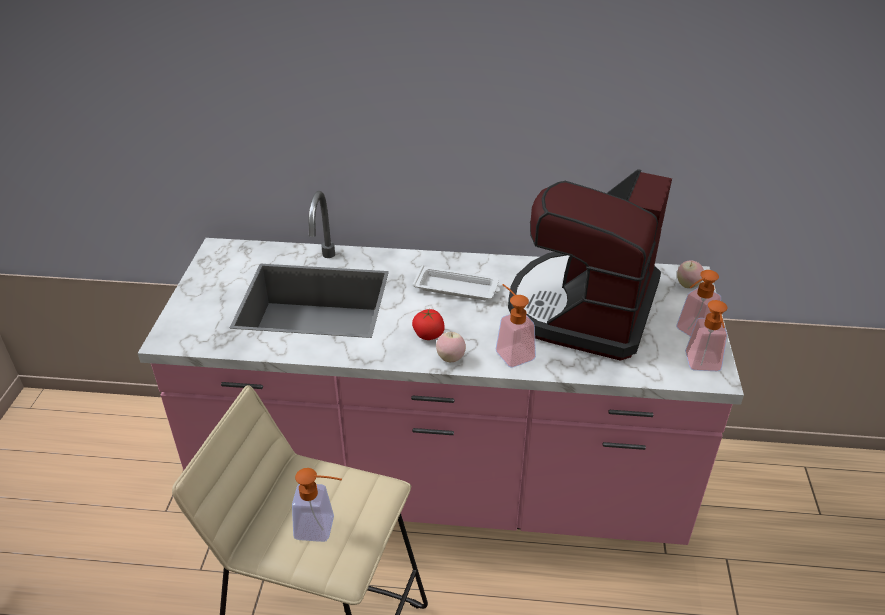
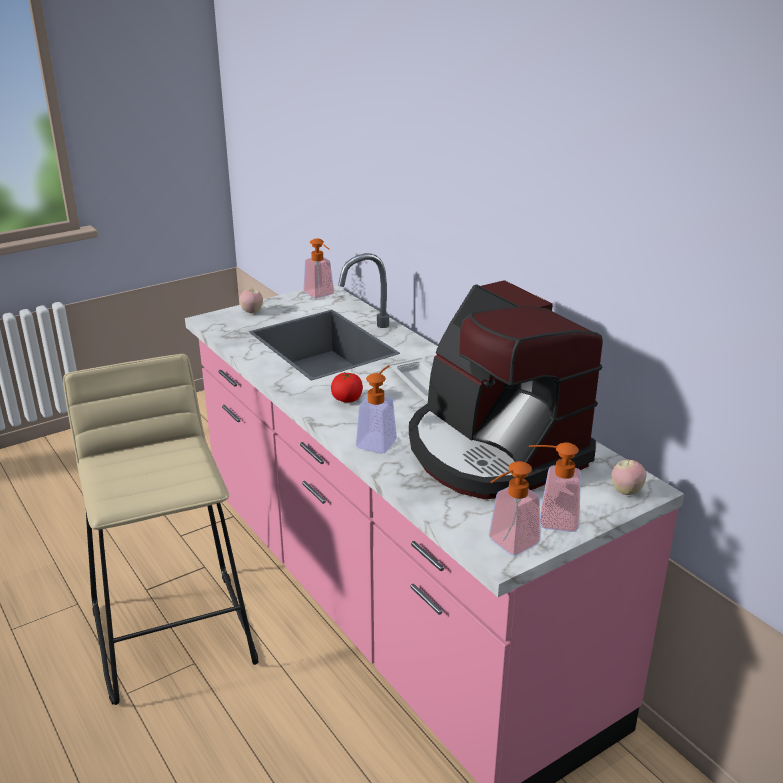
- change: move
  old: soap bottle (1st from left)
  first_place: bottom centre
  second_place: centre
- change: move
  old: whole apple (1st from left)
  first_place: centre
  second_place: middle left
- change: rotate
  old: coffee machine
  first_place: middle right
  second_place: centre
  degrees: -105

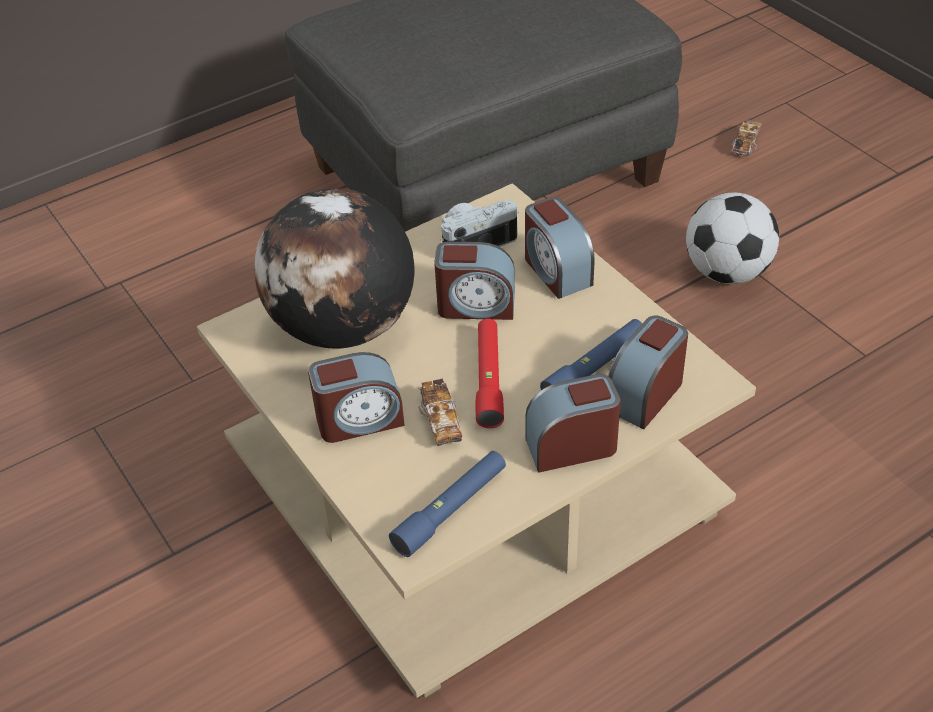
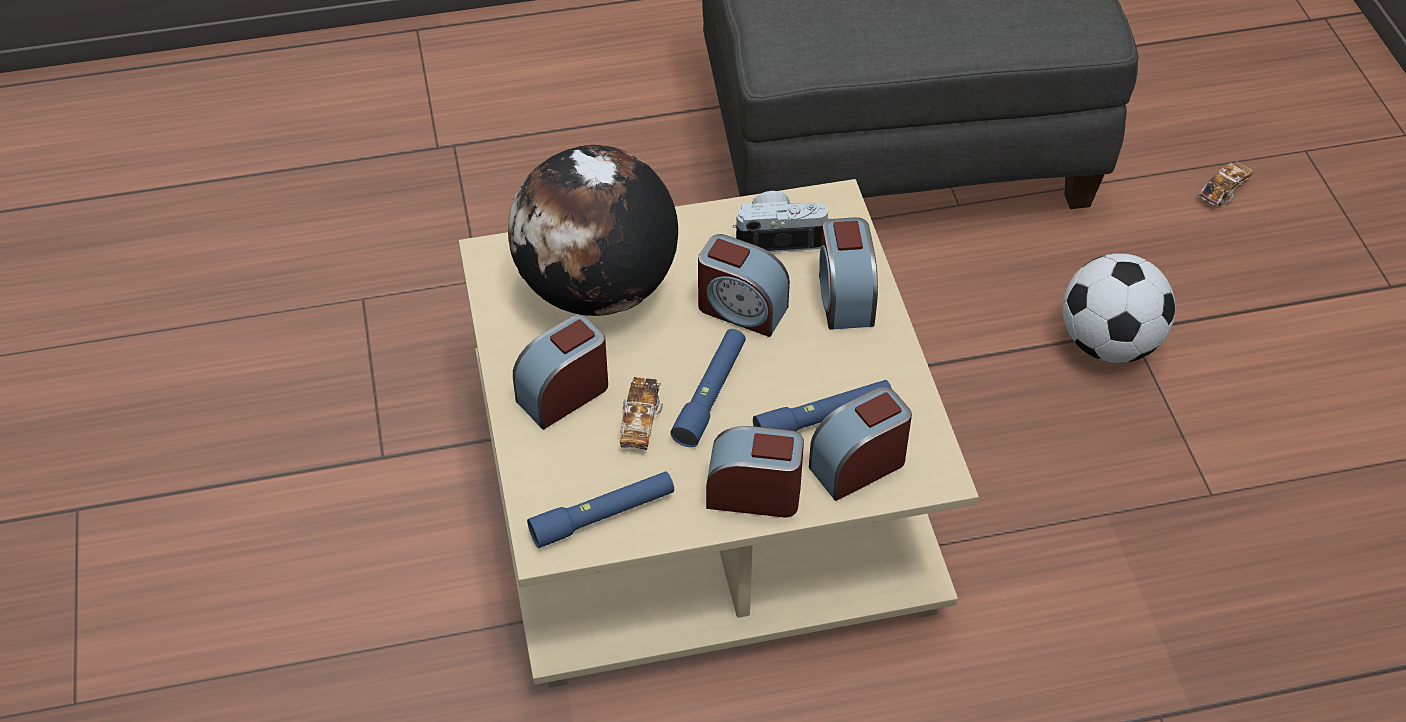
- change: recolor
  old: hand torch (red)
  new: hand torch (bluish) (2nd from left)
  first_place: centre
  second_place: centre
- change: rotate
  old: alarm clock (1st from left)
  first_place: centre
  second_place: centre
  degrees: 135

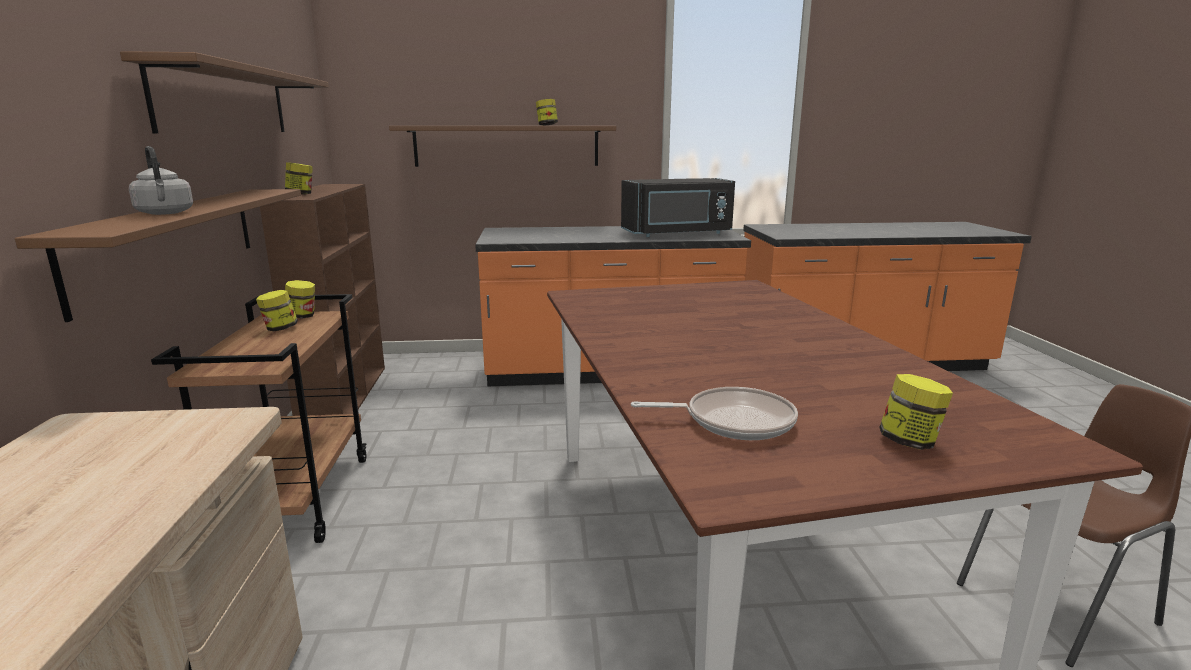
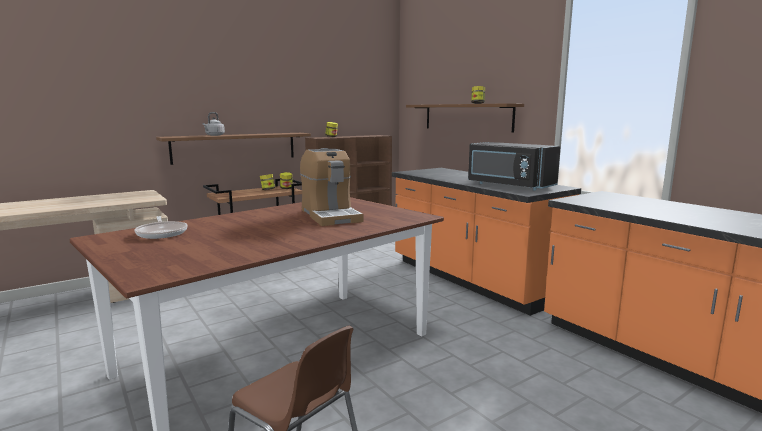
- change: delete
  old: shelf (brown) (2nd from left)
  first_place: top left
- change: delete
  old: jar (5th from left)
  first_place: middle right
- change: insert
  new: coffee machine
  second_place: centre

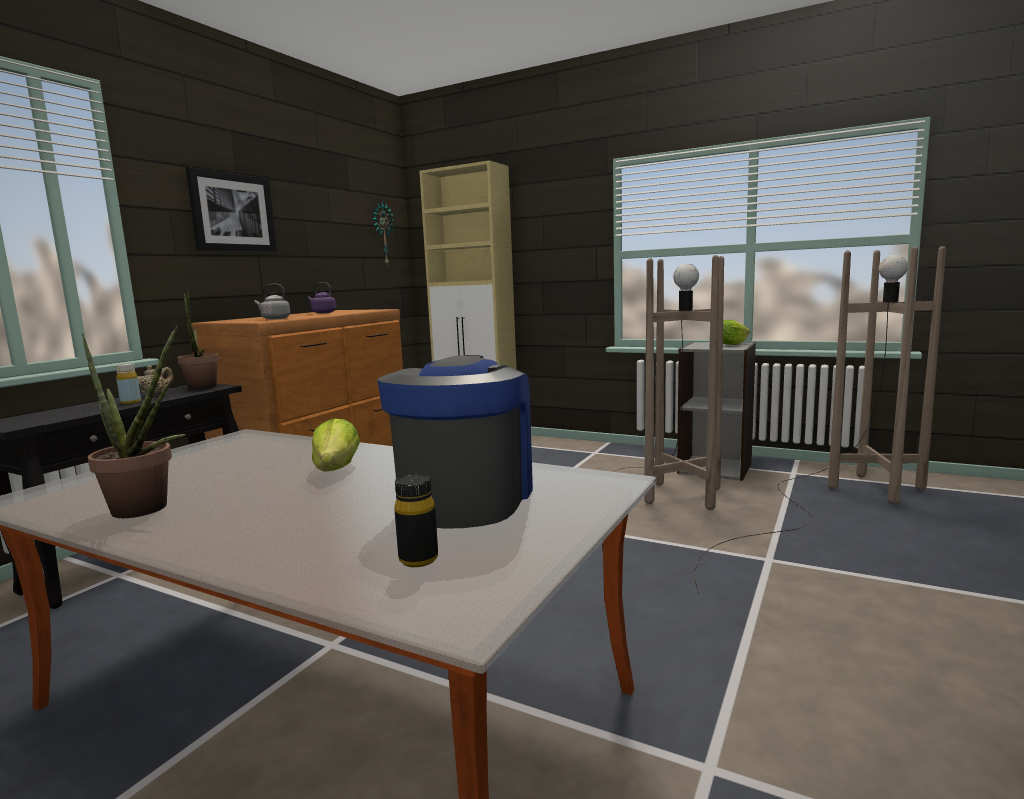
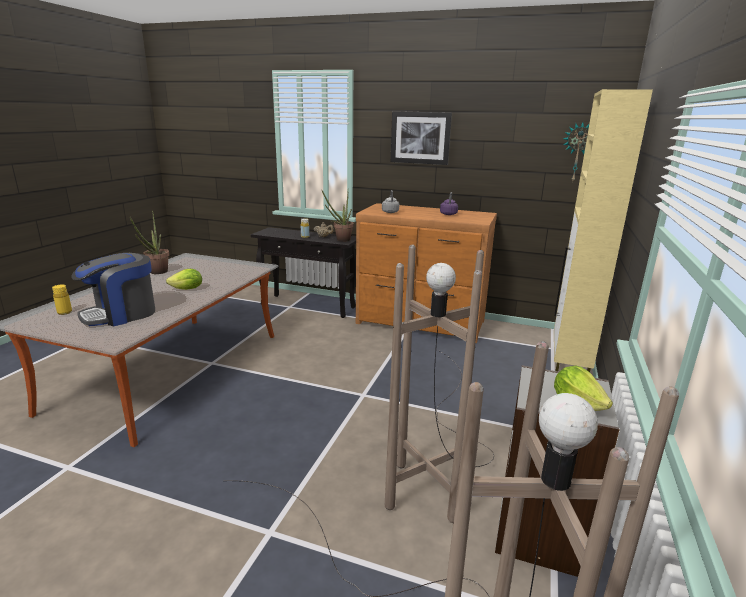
- change: recolor
  old: bottle (black)
  new: bottle (yellow) (1st from left)
  first_place: centre
  second_place: middle left
- change: rotate
  old: coffee machine
  first_place: centre
  second_place: middle left
  degrees: 135

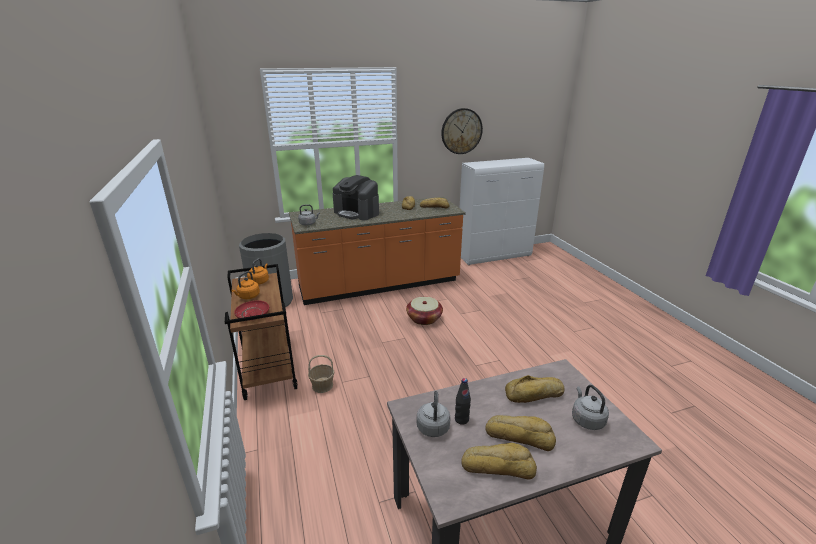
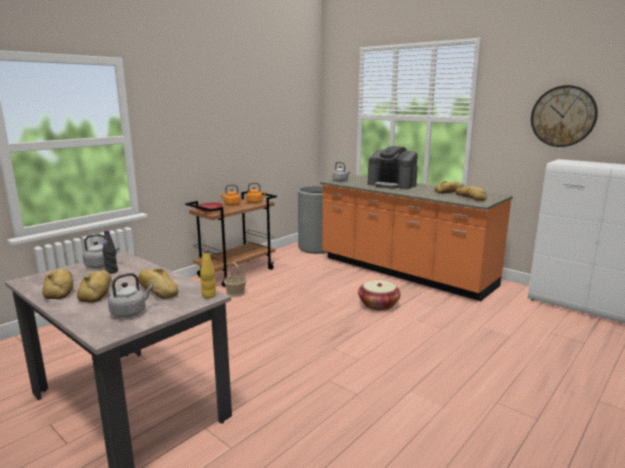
- change: insert
  new: bottle (yellow)
  second_place: middle left
- change: rotate
  old: coffee machine
  first_place: centre
  second_place: centre
  degrees: -60

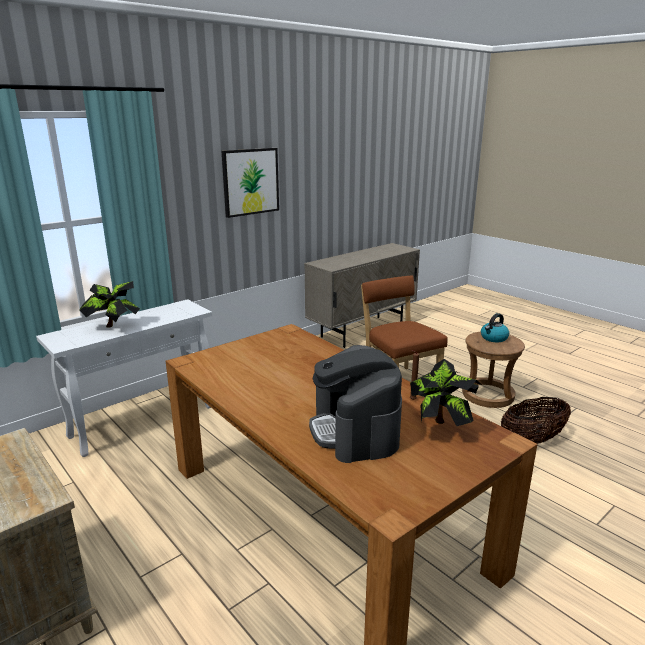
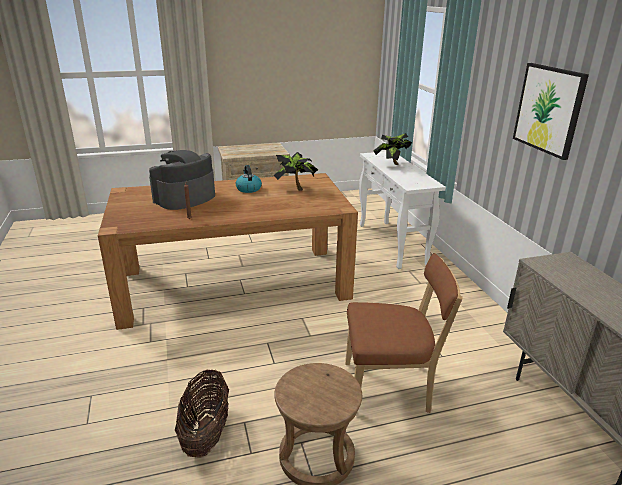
- change: move
  old: plant in a pot (2nd from left in the first image)
  new: plant in a pot (1st from left)
  first_place: middle right
  second_place: centre
- change: move
  old: water kettle
  first_place: middle right
  second_place: centre
- change: rotate
  old: coffee machine
  first_place: centre
  second_place: middle left
  degrees: -60

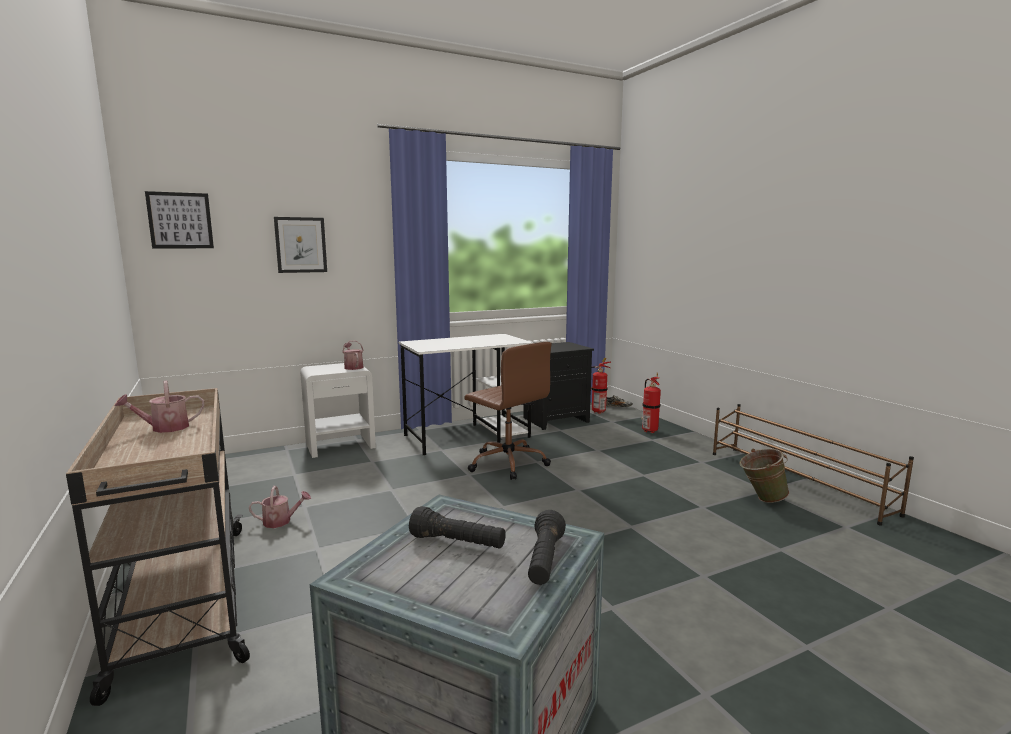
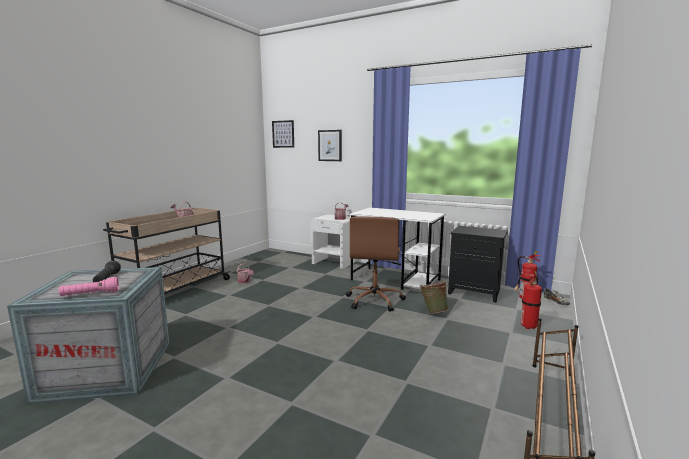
- change: move
  old: water bucket (greenish)
  first_place: middle right
  second_place: centre
- change: recolor
  old: hand torch (black) (2nd from left)
  new: hand torch (pink)
  first_place: bottom centre
  second_place: middle left

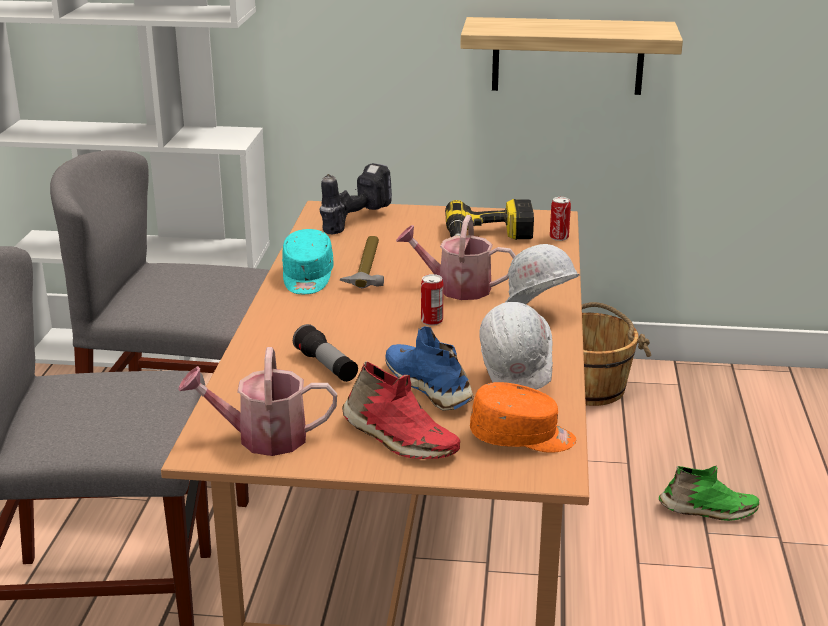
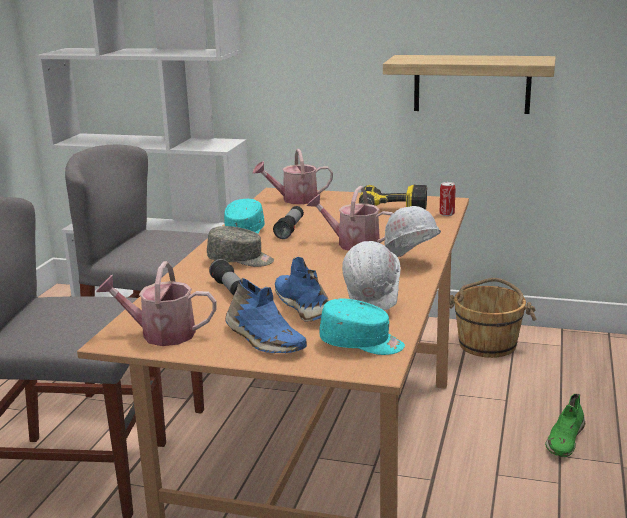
- change: delete
  old: can (1st from left)
  first_place: centre
- change: insert
  new: baseball cap (gray)
  second_place: centre
- change: replace
  old: electric drill (1st from left)
  new: watering can (2nd from left)
  first_place: top centre
  second_place: centre
- change: replace
  old: hand hammer
  new: hand torch (2nd from left)
  first_place: centre
  second_place: centre
- change: recolor
  old: low shoe (red)
  new: low shoe (bluish) (1st from left)
  first_place: centre
  second_place: centre
- change: recolor
  old: baseball cap (orange)
  new: baseball cap (blue-green) (2nd from left)
  first_place: centre
  second_place: centre
- change: rotate
  old: low shoe (greenish)
  first_place: bottom right
  second_place: bottom right
  degrees: 105

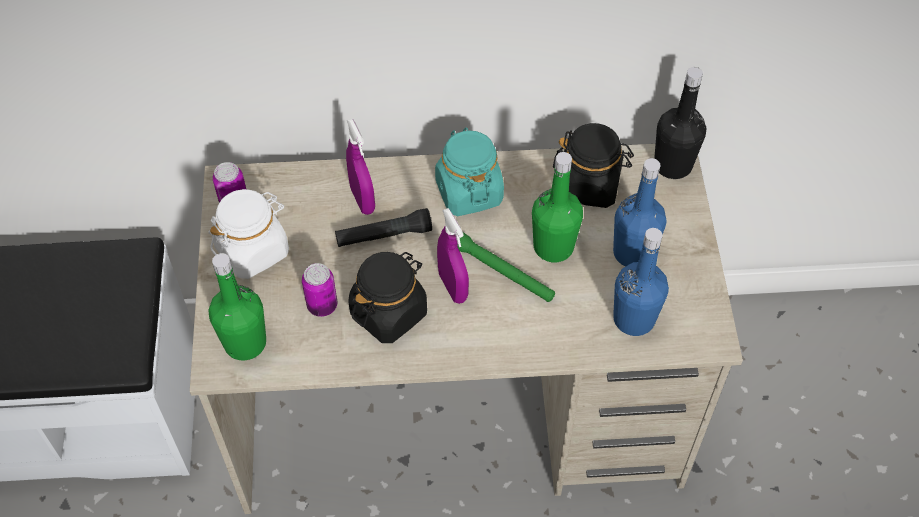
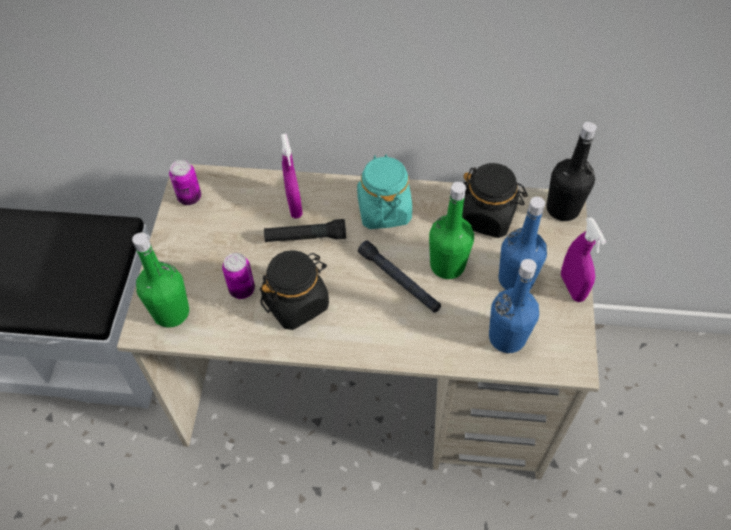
- change: delete
  old: jar (whitish)
  first_place: middle left
- change: move
  old: sprayer (purple) (2nd from left)
  first_place: centre
  second_place: middle right
- change: recolor
  old: hand torch (greenish)
  new: hand torch (black) (2nd from left)
  first_place: centre
  second_place: centre

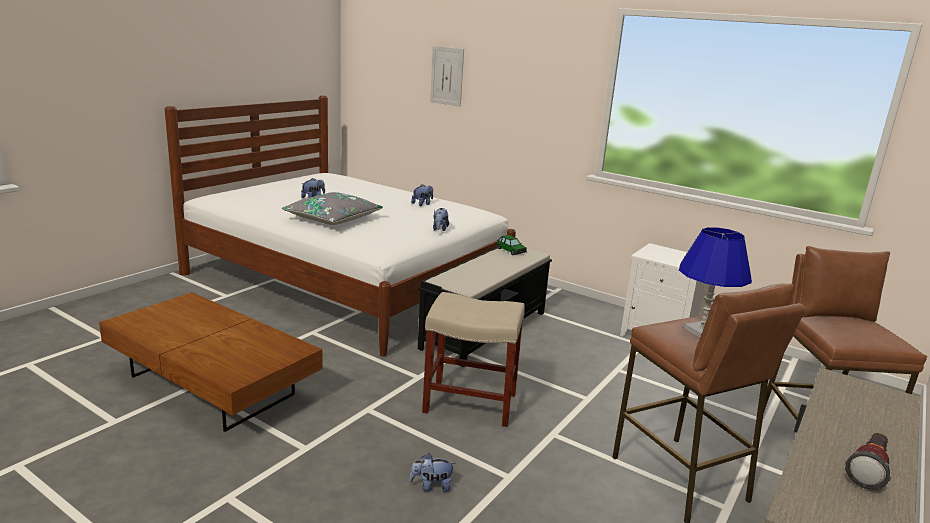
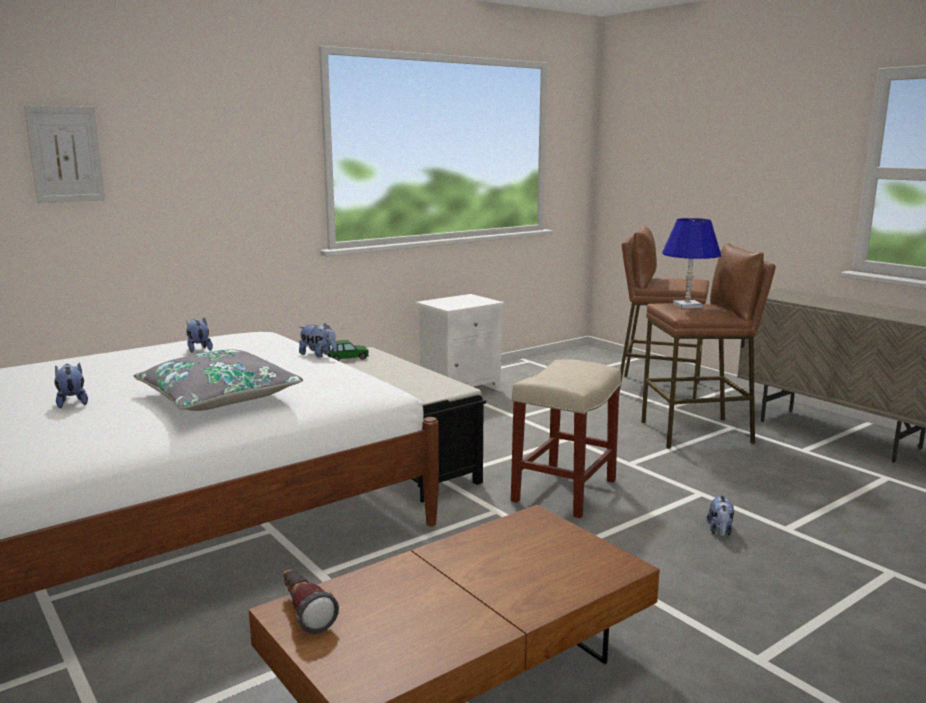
- change: move
  old: hand torch
  first_place: bottom right
  second_place: bottom centre

